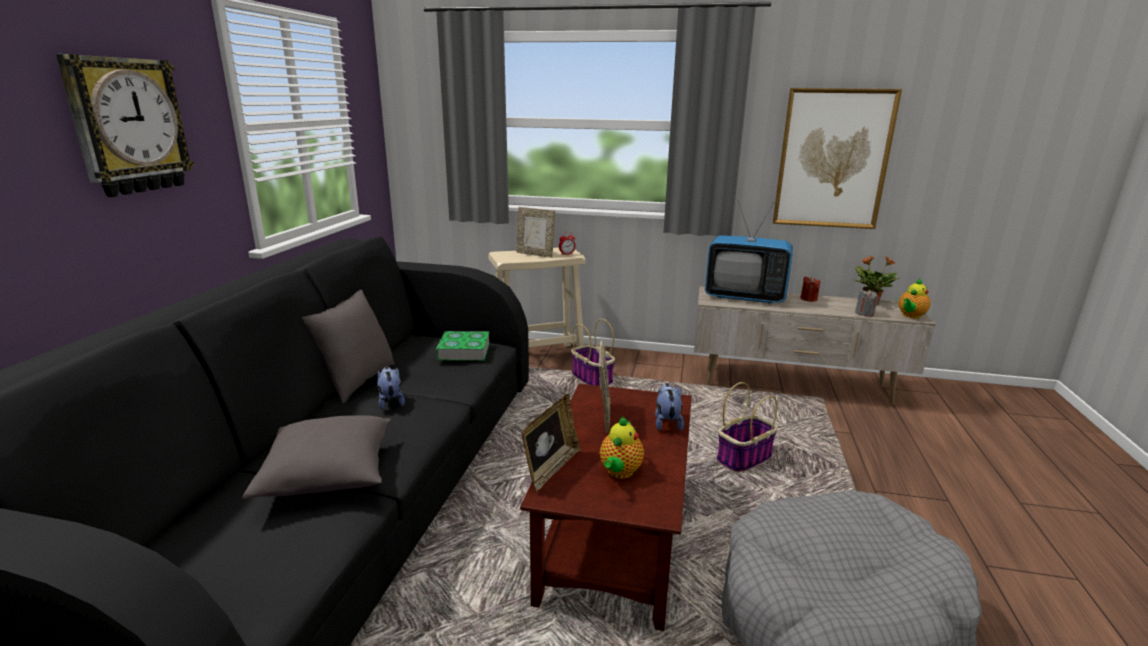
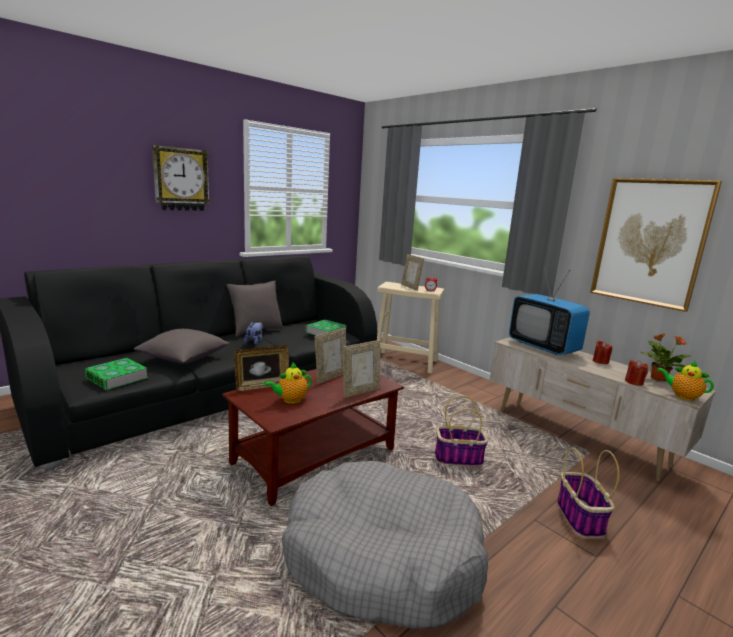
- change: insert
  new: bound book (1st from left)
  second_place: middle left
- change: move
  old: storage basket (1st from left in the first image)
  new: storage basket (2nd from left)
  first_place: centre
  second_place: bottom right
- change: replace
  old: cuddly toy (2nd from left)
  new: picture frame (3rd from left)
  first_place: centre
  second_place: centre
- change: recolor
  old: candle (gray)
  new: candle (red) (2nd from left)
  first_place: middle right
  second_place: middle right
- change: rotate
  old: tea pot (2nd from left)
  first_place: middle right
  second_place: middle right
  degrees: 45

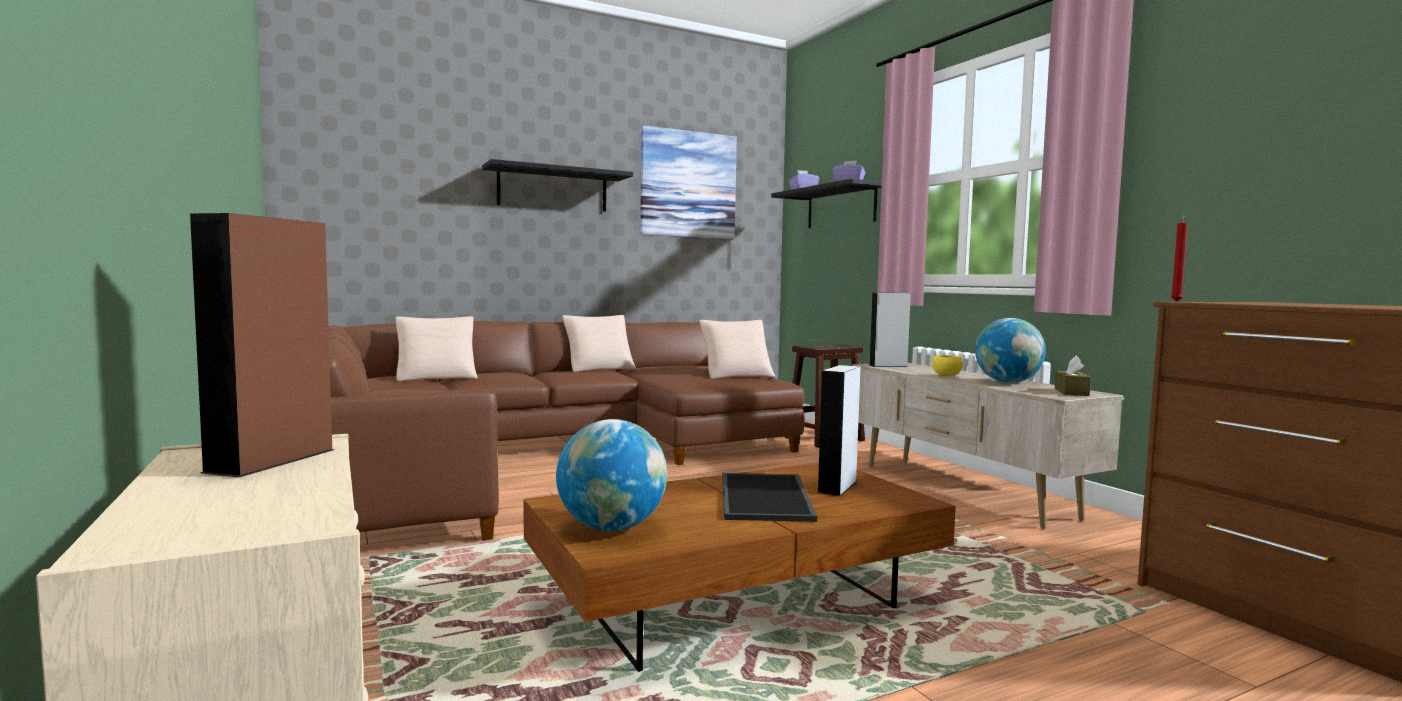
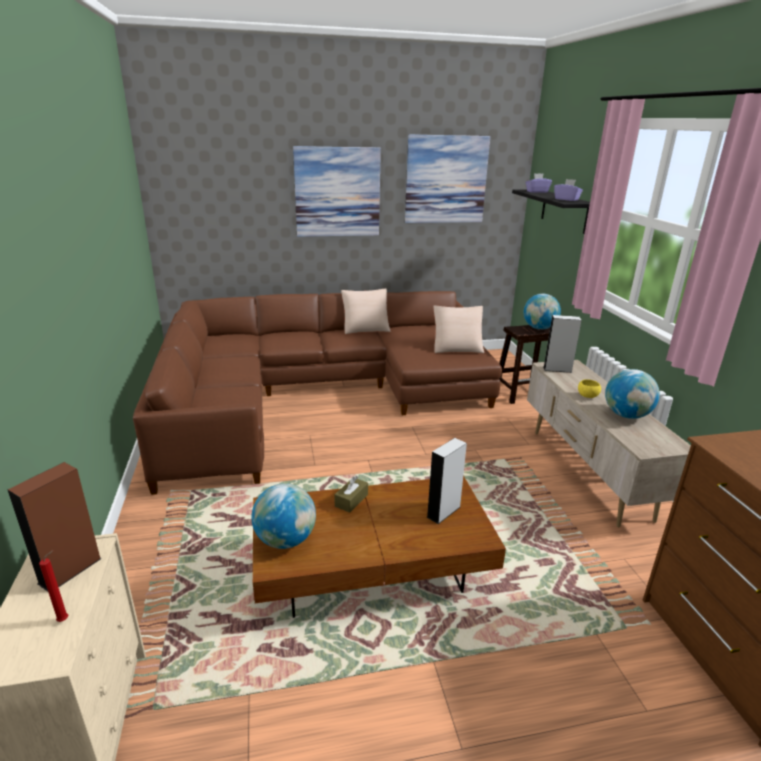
- change: delete
  old: cushion (sand-coloured) (1st from left)
  first_place: middle left
- change: delete
  old: carrying tray
  first_place: bottom centre
- change: insert
  new: globe (2nd from left)
  second_place: middle right
- change: move
  old: box of tissues (brown)
  first_place: middle right
  second_place: centre
- change: move
  old: candle (red)
  first_place: middle right
  second_place: bottom left
- change: replace
  old: shelf (black) (1st from left)
  new: picture (1st from left)
  first_place: top centre
  second_place: top centre

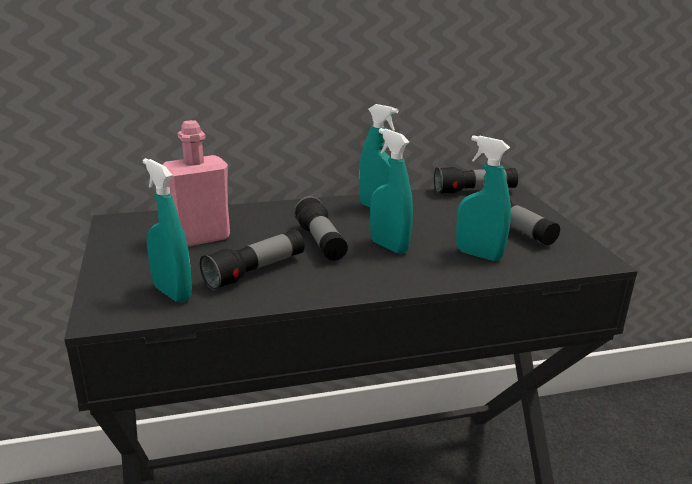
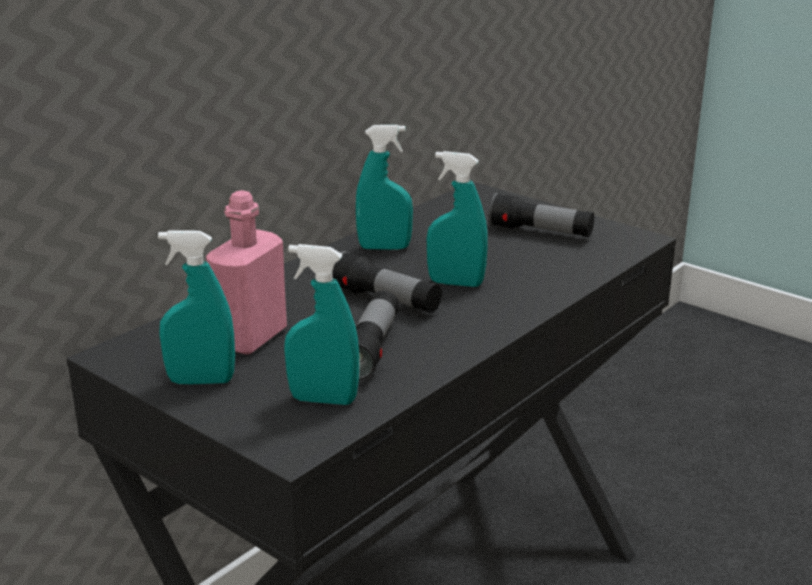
- change: delete
  old: hand torch (3rd from left)
  first_place: middle right
- change: move
  old: sprayer (blue-green) (4th from left in the first image)
  new: sprayer (blue-green) (1st from left)
  first_place: middle right
  second_place: middle left

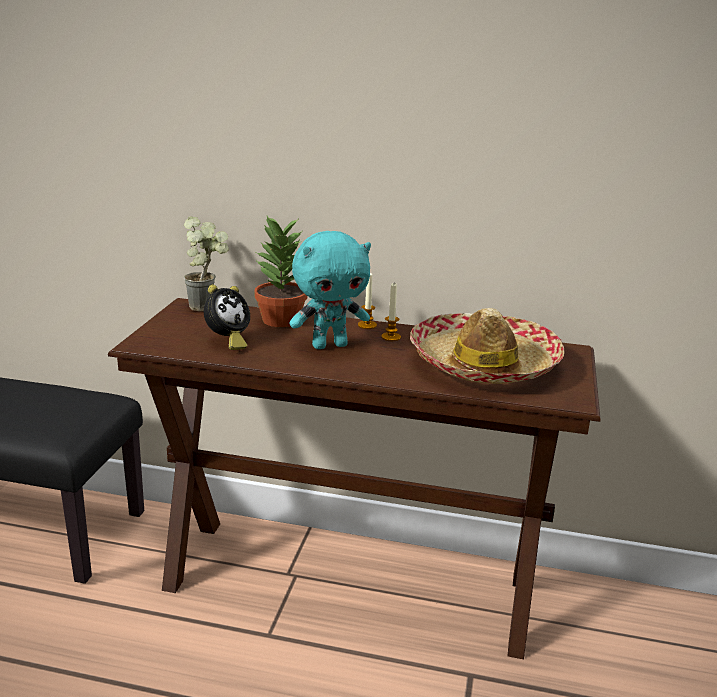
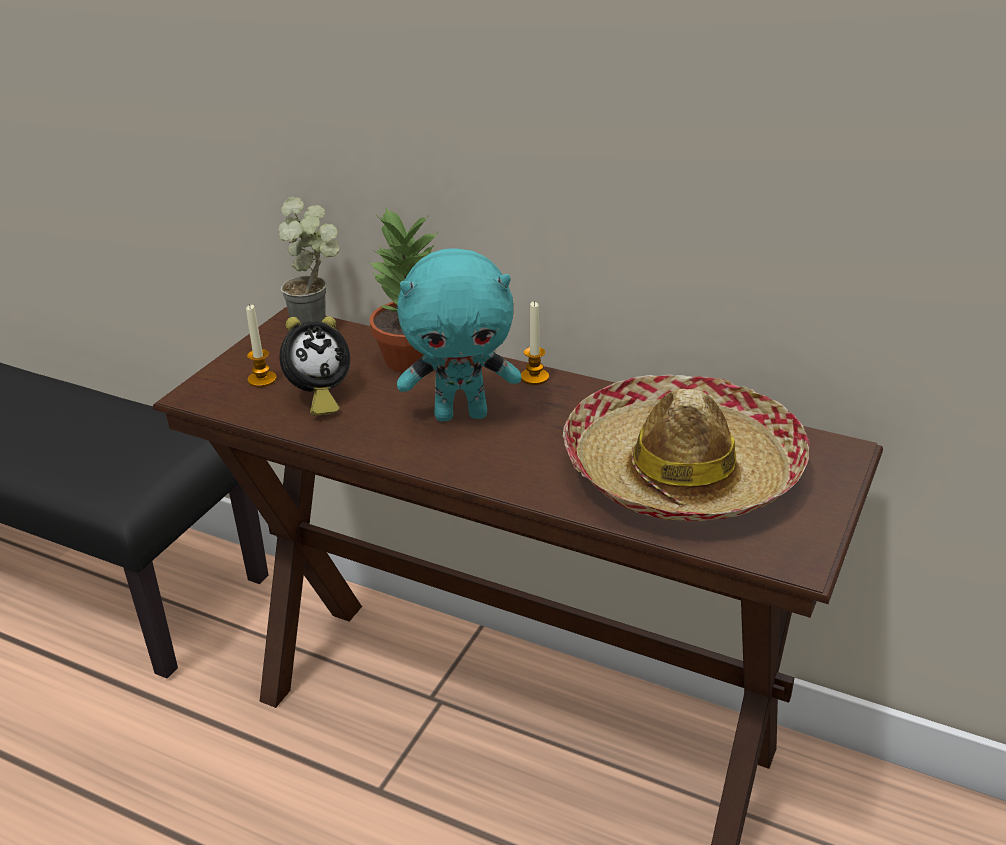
- change: move
  old: candle (2nd from left in the first image)
  new: candle (1st from left)
  first_place: centre
  second_place: middle left

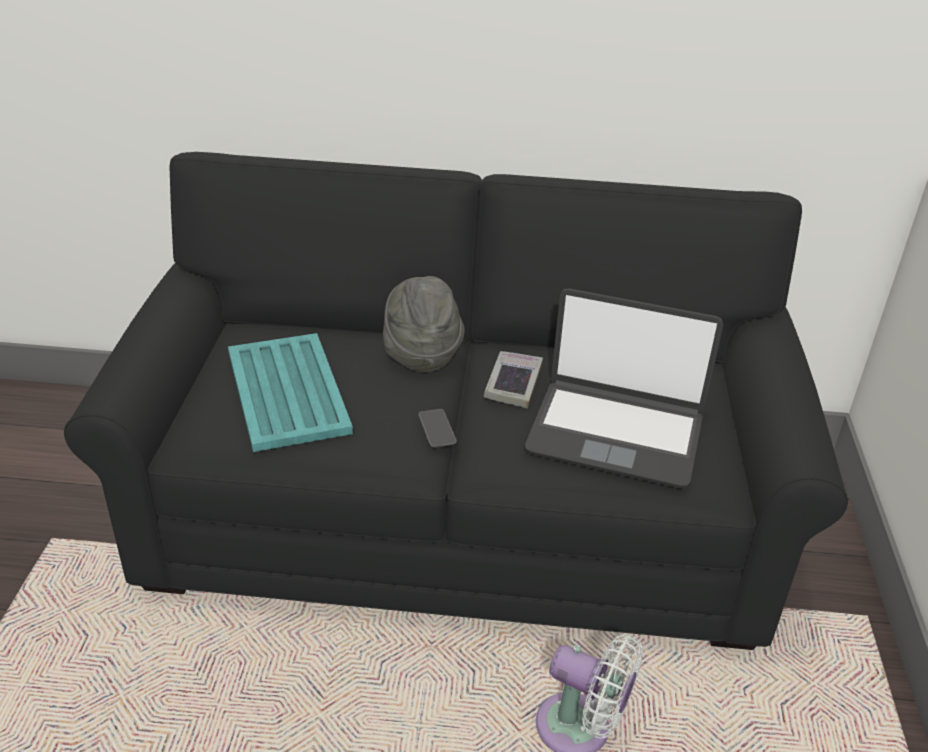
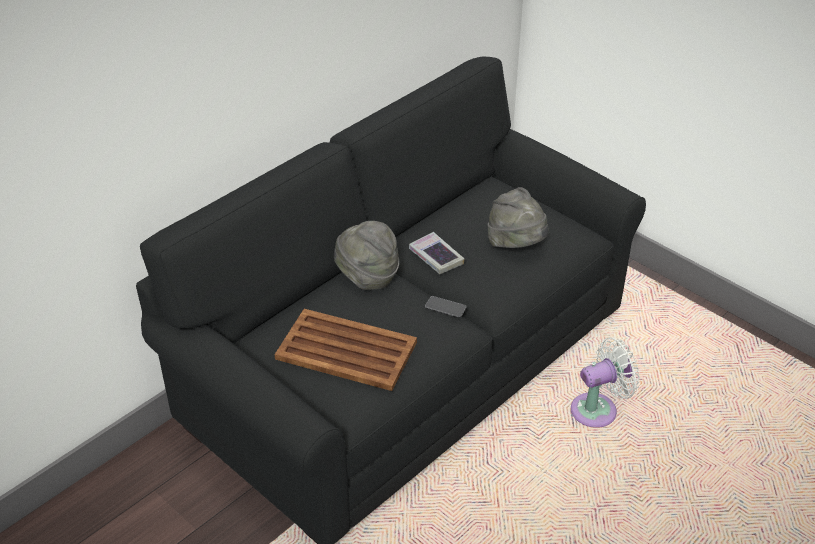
- change: replace
  old: notebook computer
  new: wearable hat (gray) (2nd from left)
  first_place: middle right
  second_place: centre
- change: recolor
  old: carrying tray (blue-green)
  new: carrying tray (brown)
  first_place: middle left
  second_place: centre

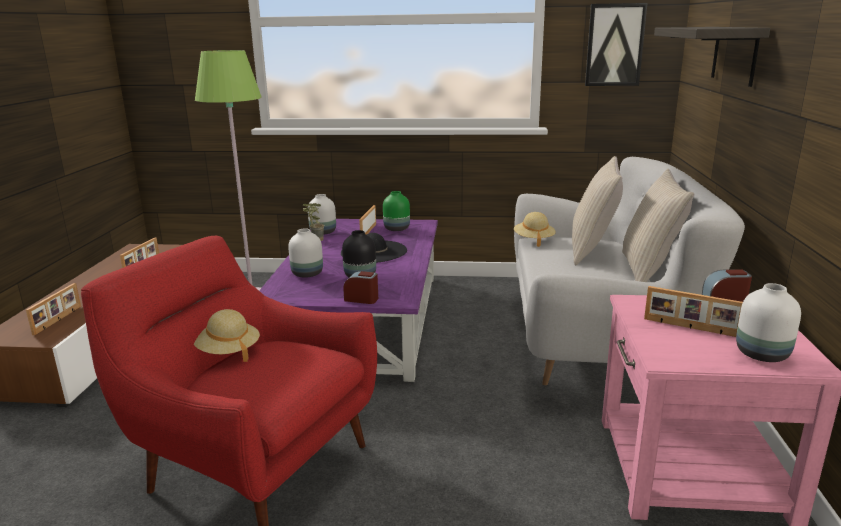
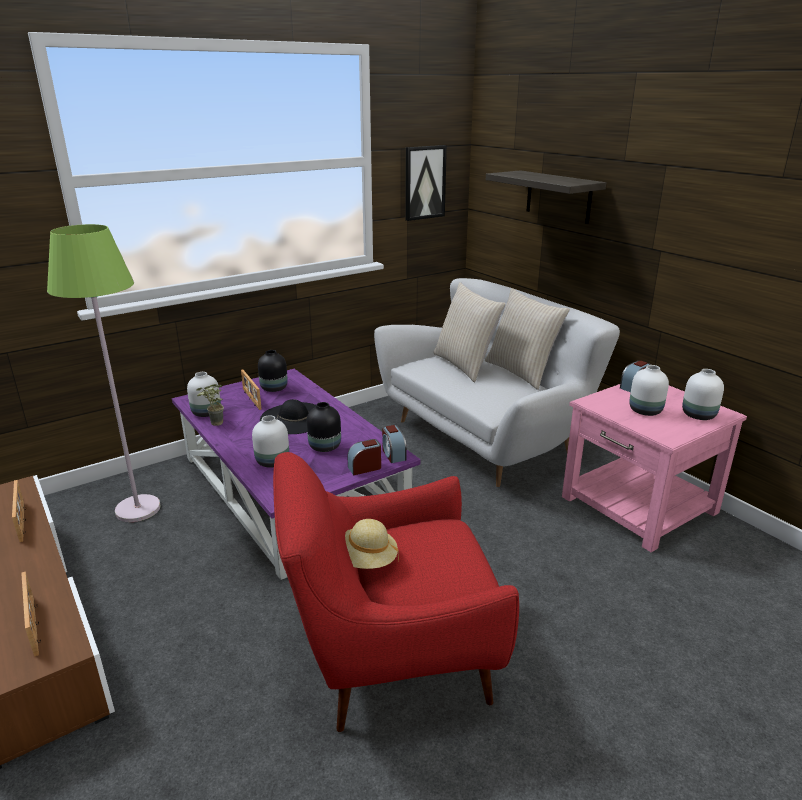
- change: delete
  old: wearable hat (sand-coloured) (2nd from left)
  first_place: centre
- change: insert
  new: alarm clock (2nd from left)
  second_place: centre
- change: replace
  old: picture frame (4th from left)
  new: decorative vase (whitish) (3rd from left)
  first_place: middle right
  second_place: middle right
- change: recolor
  old: decorative vase (greenish)
  new: decorative vase (black) (1st from left)
  first_place: centre
  second_place: centre

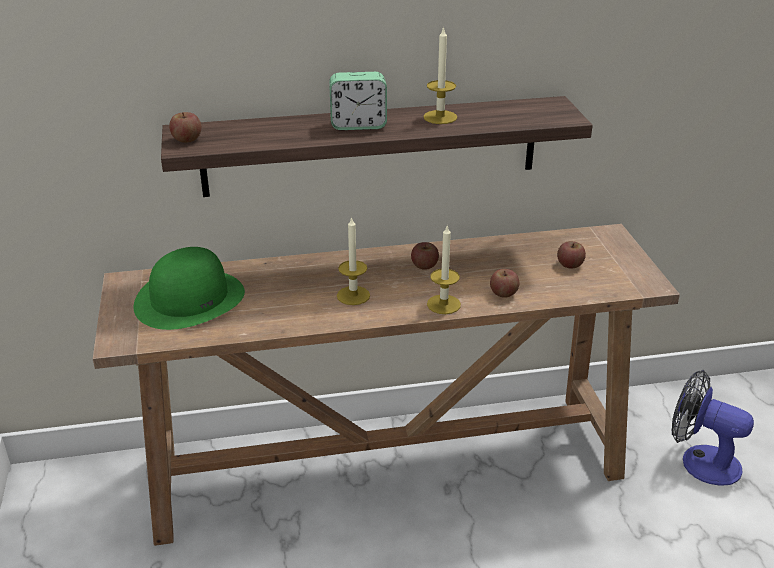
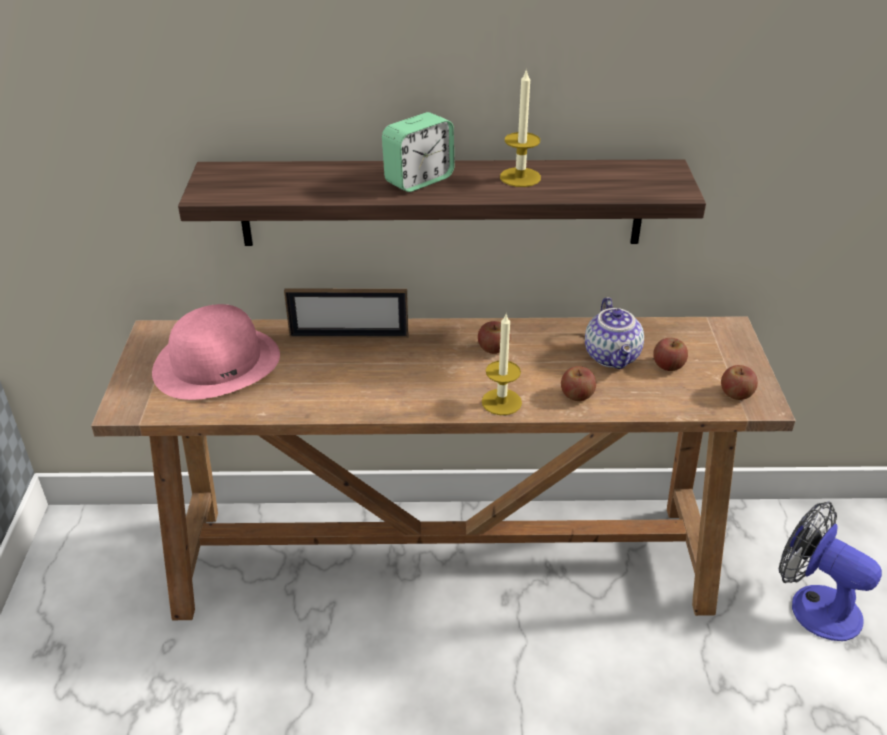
- change: delete
  old: candle (1st from left)
  first_place: centre
- change: insert
  new: picture frame
  second_place: centre
- change: insert
  new: tea pot
  second_place: middle right
- change: move
  old: whole apple (1st from left in the first image)
  new: whole apple (4th from left)
  first_place: top left
  second_place: middle right
- change: recolor
  old: wearable hat (greenish)
  new: wearable hat (pink)
  first_place: middle left
  second_place: middle left
- change: rotate
  old: alarm clock
  first_place: top centre
  second_place: top centre
  degrees: -45

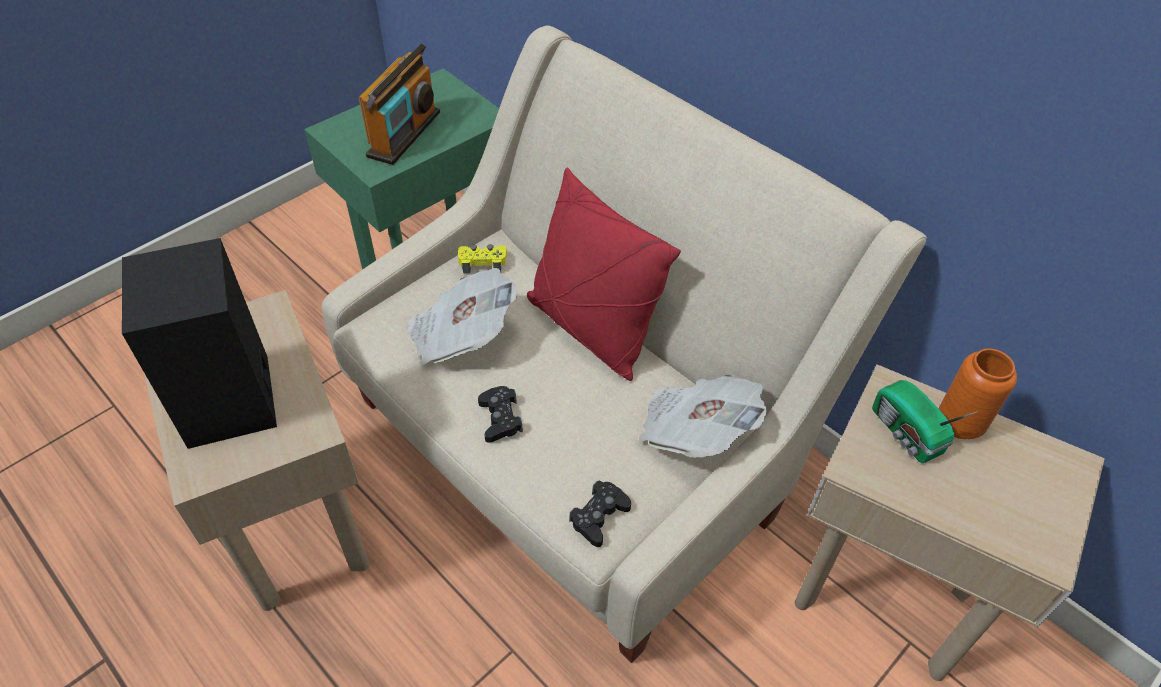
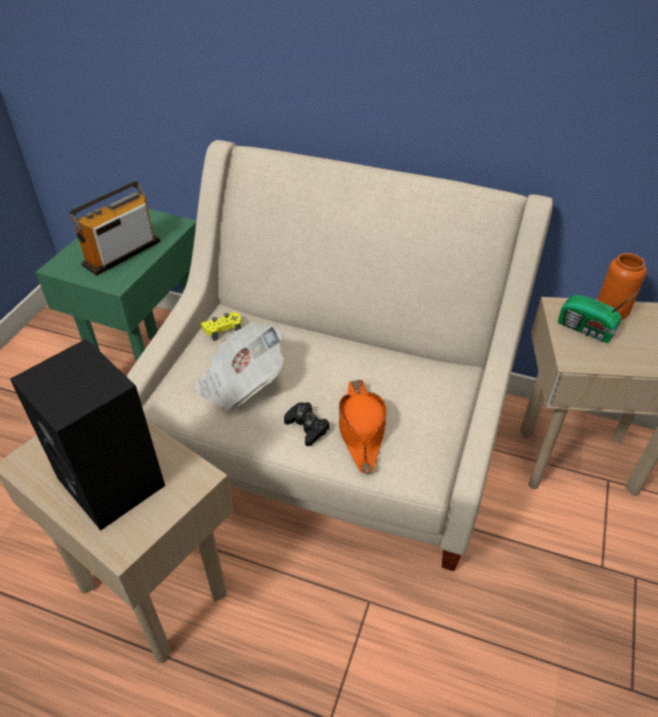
- change: delete
  old: cushion (red)
  first_place: centre
- change: delete
  old: joypad (black) (2nd from left)
  first_place: bottom centre
- change: delete
  old: newspaper (2nd from left)
  first_place: centre
- change: insert
  new: wearable hat (orange)
  second_place: centre
- change: rotate
  old: radio receiver (1st from left)
  first_place: top centre
  second_place: top left
  degrees: -135

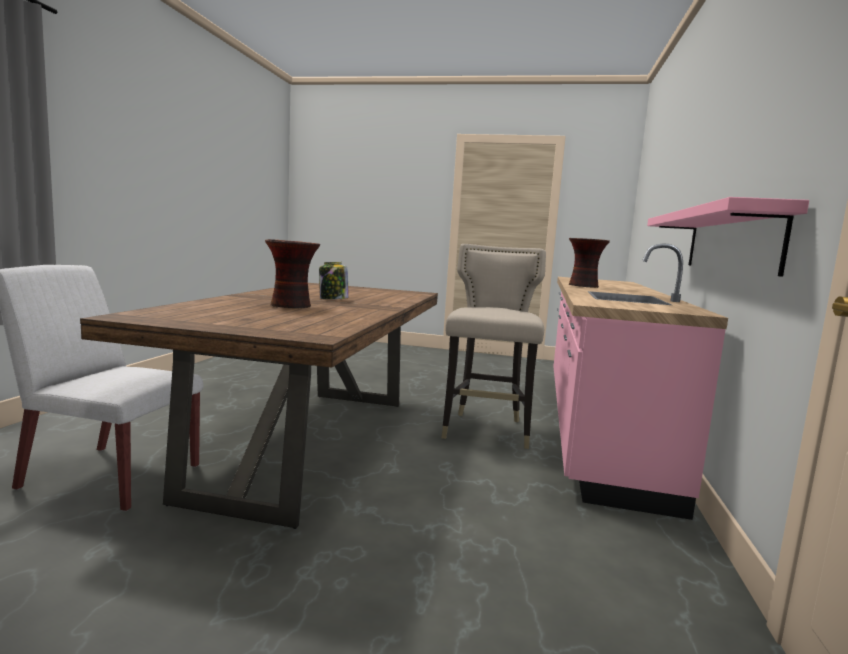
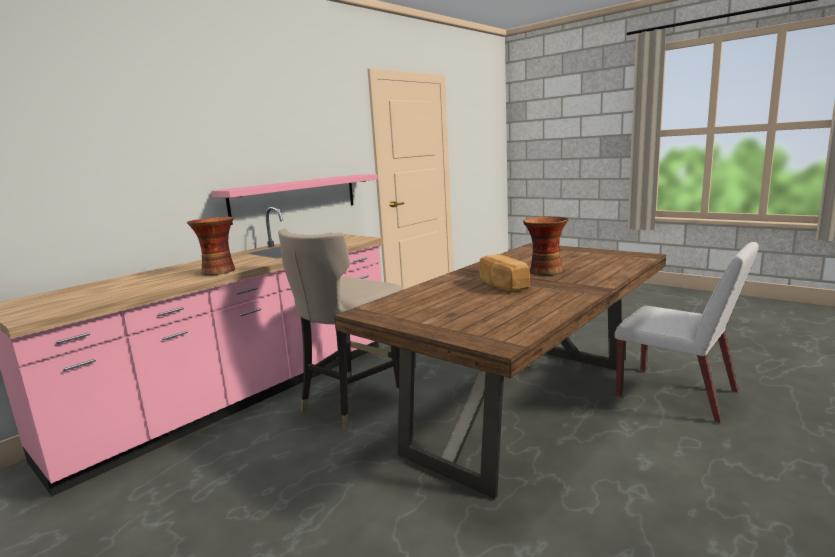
- change: replace
  old: jar
  new: bakery bread
  first_place: centre
  second_place: centre

